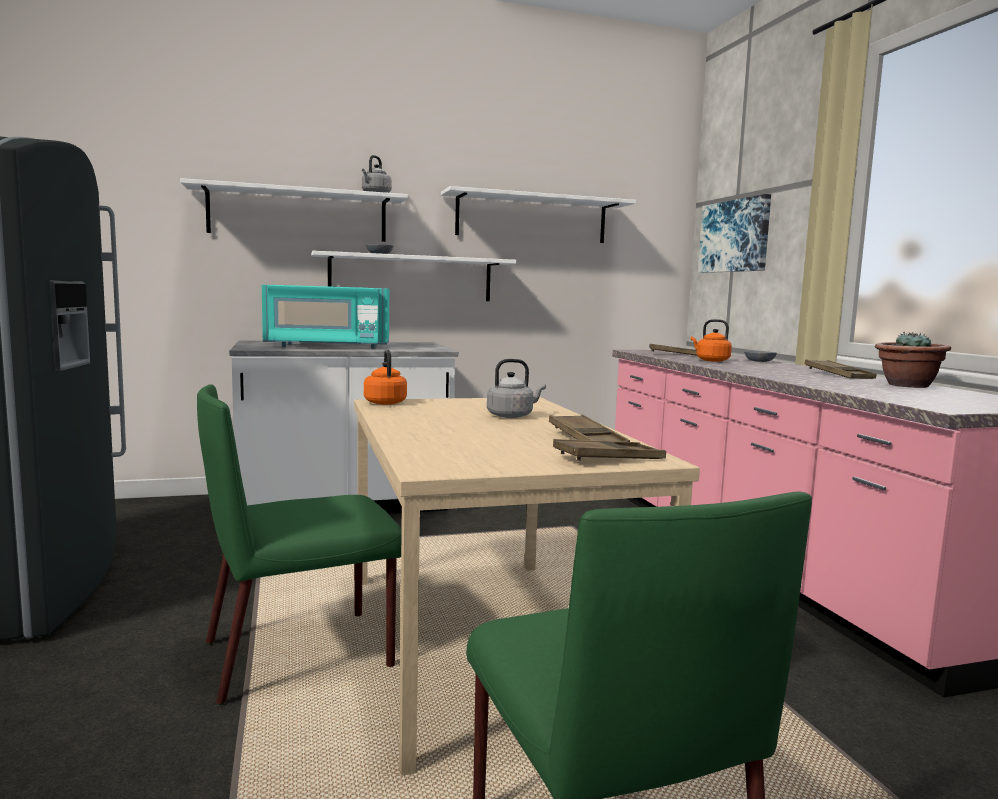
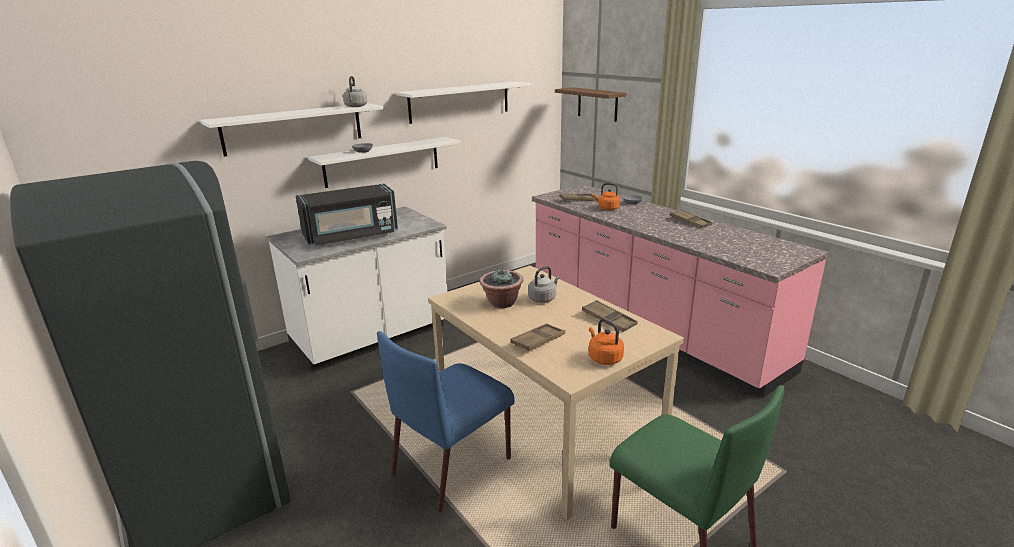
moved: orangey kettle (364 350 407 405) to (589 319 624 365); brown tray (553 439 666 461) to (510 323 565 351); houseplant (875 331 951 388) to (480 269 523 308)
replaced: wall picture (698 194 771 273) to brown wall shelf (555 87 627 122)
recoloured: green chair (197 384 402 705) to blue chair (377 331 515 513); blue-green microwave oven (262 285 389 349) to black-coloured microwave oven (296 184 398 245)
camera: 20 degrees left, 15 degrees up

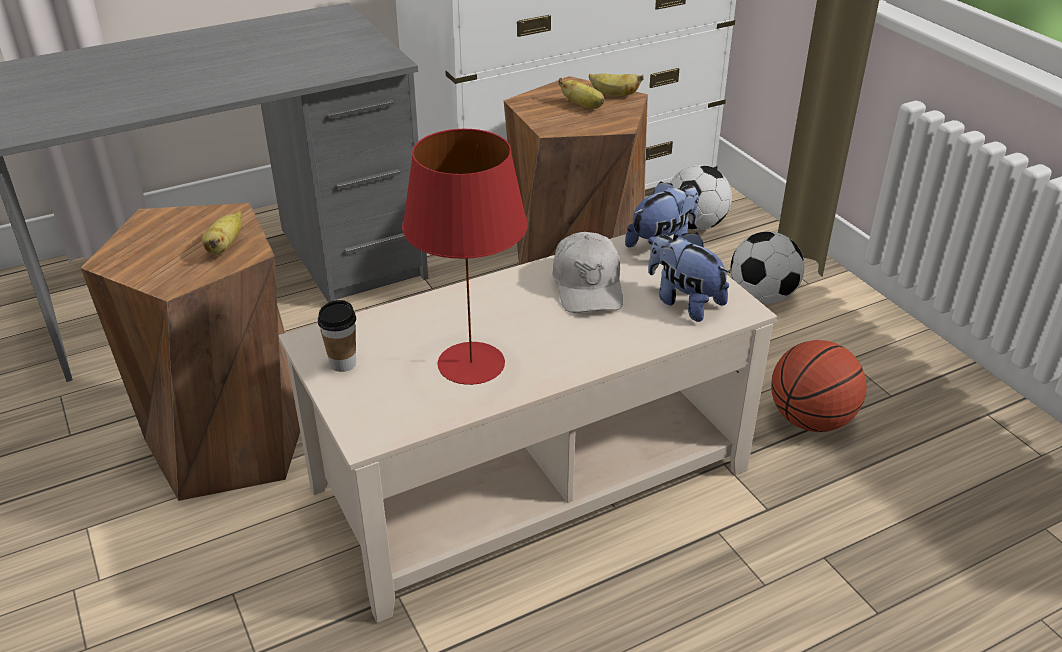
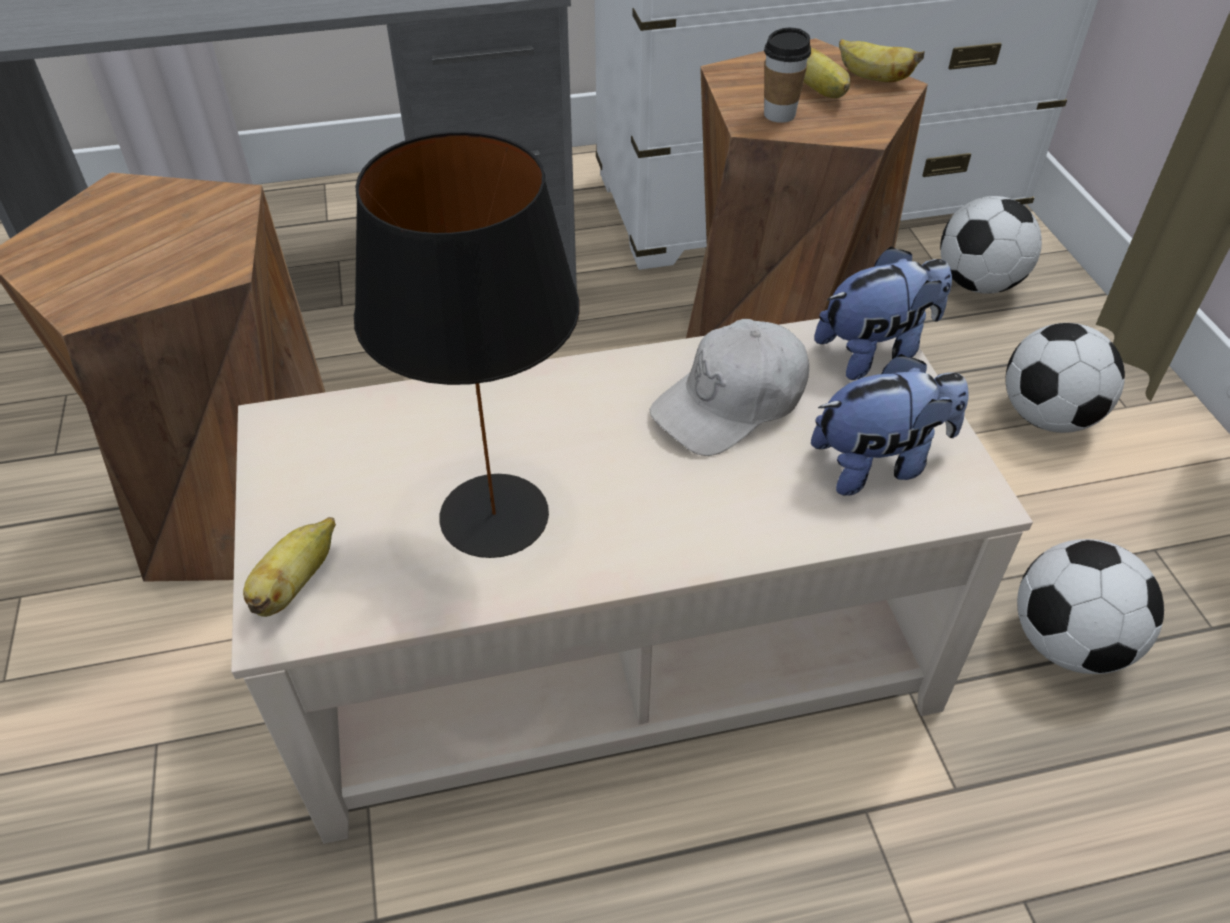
moved: banana fruit (202 211 242 255) to (243 517 336 617); cup (318 300 356 372) to (764 28 811 123)
replaced: basketball (771 340 867 432) to ball for football (1017 539 1164 674)
recoloured: red lamp for a table (402 129 528 385) to black-coloured lamp for a table (354 131 580 558)
turned: white-coloured cap (552 232 623 313) = (650 319 809 456) 45 degrees clockwise; soft toy (648 232 730 322) = (811 354 968 496) 105 degrees clockwise
camera: 15 degrees right, 10 degrees up

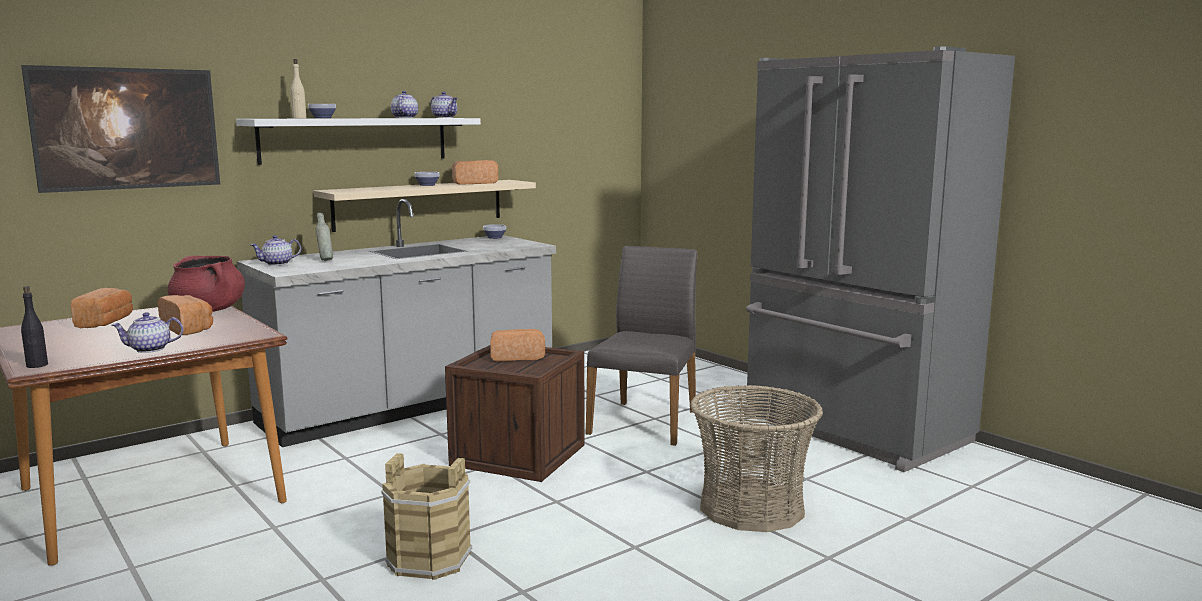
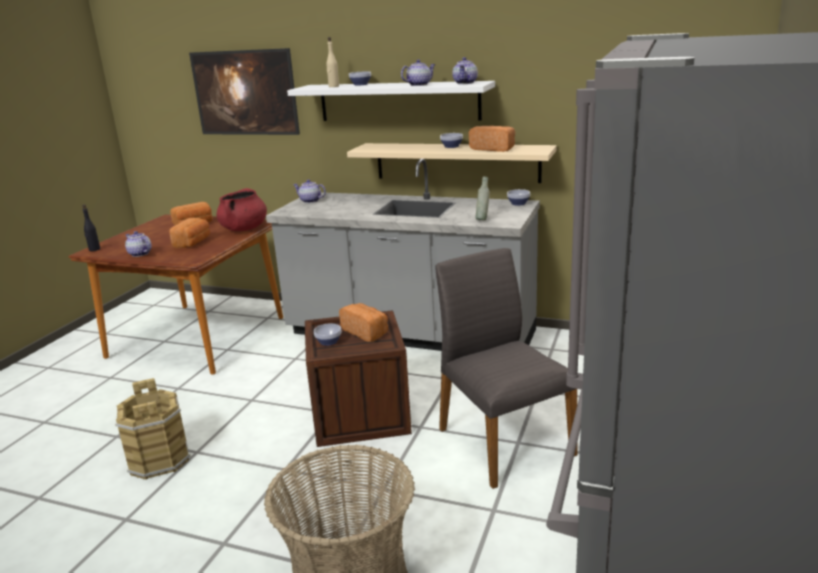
added: serving bowl (314 324 341 346)
moved: greyish drink bottle (316 213 333 261) to (476 176 490 221)
turned: greyish chair (586 246 697 446) = (436 248 577 489) 105 degrees counterclockwise
camera: 60 degrees right, 10 degrees up

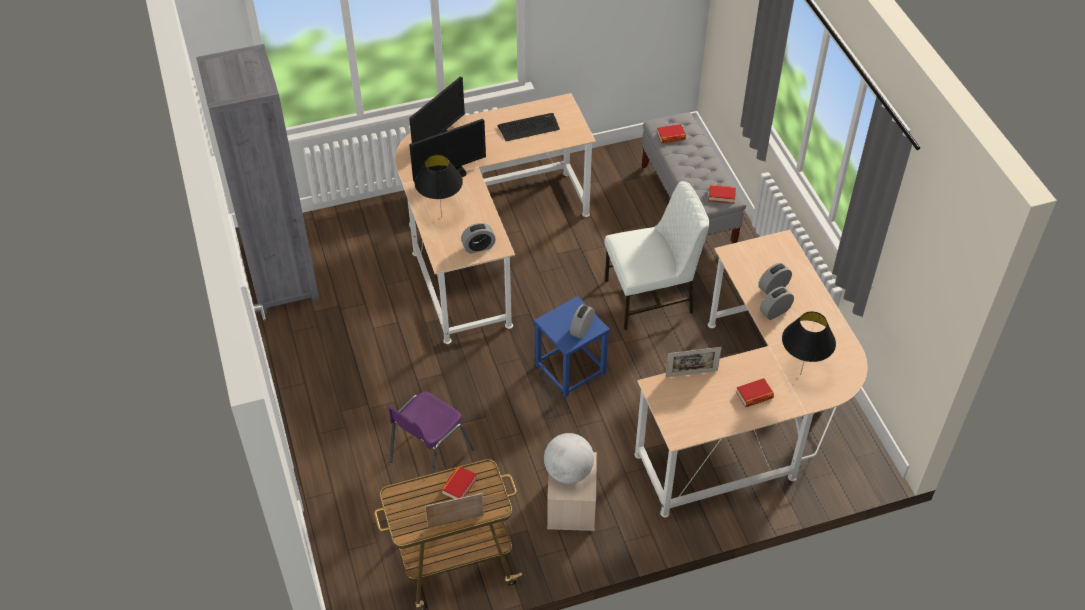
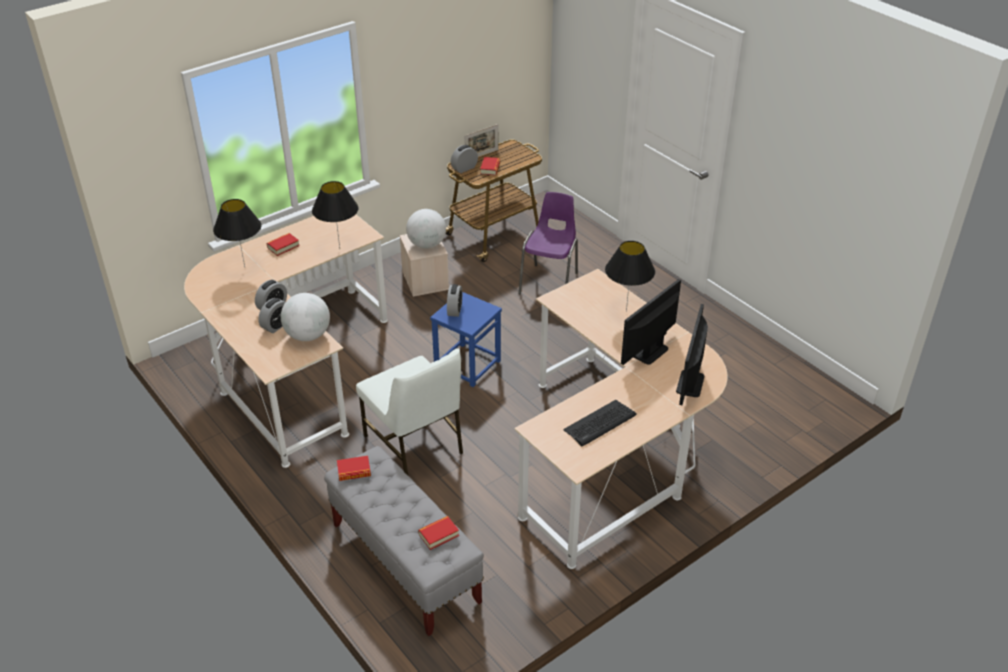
removed: greyish shelving unit (196 44 320 315)
added: world globe (281 293 330 341)
moved: bedside clock (461 223 496 254) to (451 145 478 173)
replaced: photo frame (666 347 722 378) to black-coloured lamp for a table (312 181 359 248)
turned: white-coloured chair (604 181 709 330) = (356 348 463 475) 90 degrees counterclockwise
camera: 160 degrees right, 10 degrees down

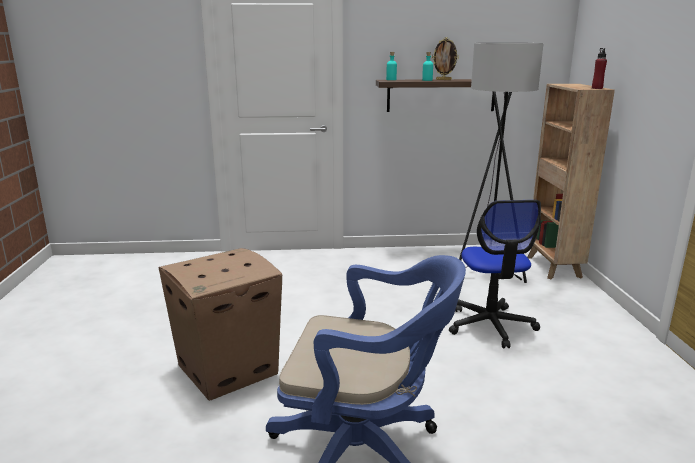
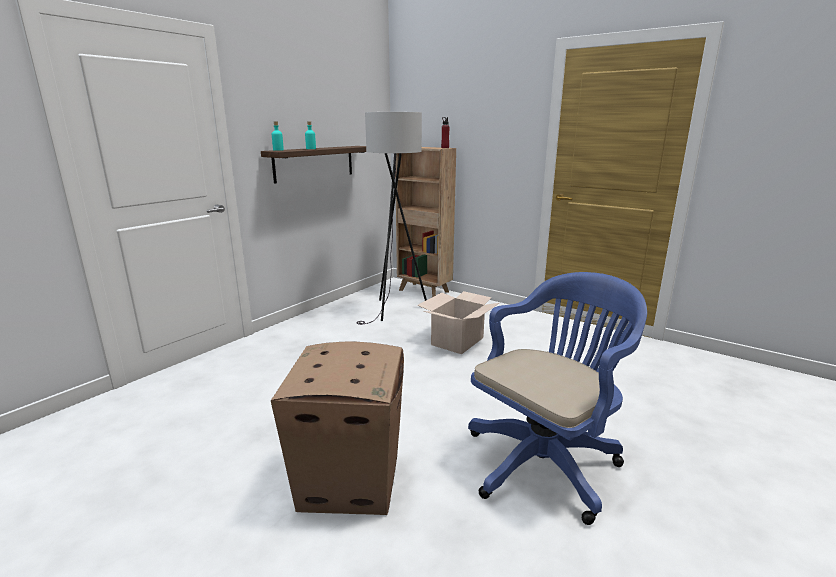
removed: photo frame (432 37 459 80)
replaced: office chair (449 200 541 348) to carton (417 291 499 354)
camera: 50 degrees left, 0 degrees up

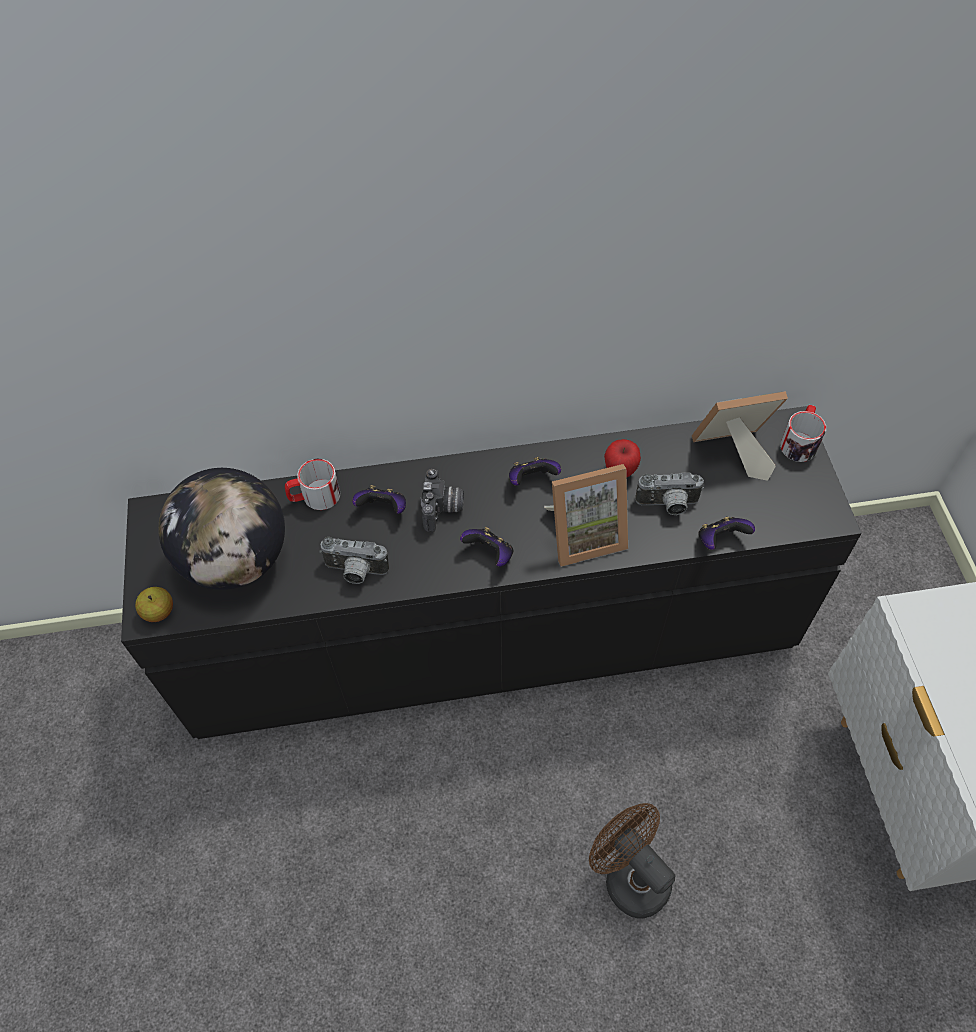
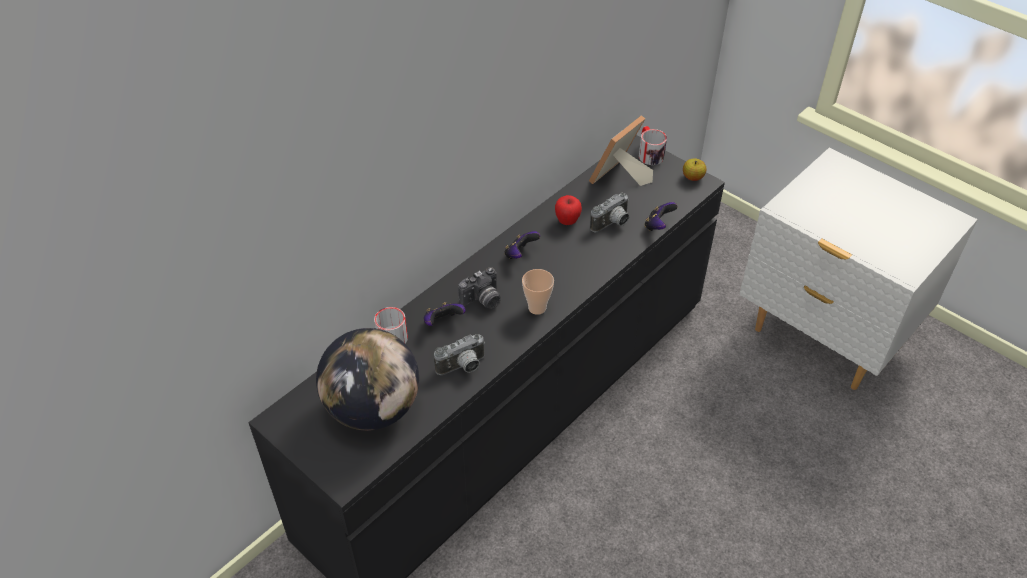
removed: photo frame (544 464 628 567); brown electric fan (589 803 675 919)
moved: apple fruit (135 587 173 622) to (683 158 706 181)
replaced: gamepad (460 527 513 567) to cup (522 269 554 315)
turned: still camera (420 469 464 532) = (458 267 501 309) 90 degrees clockwise
camera: 40 degrees left, 10 degrees down

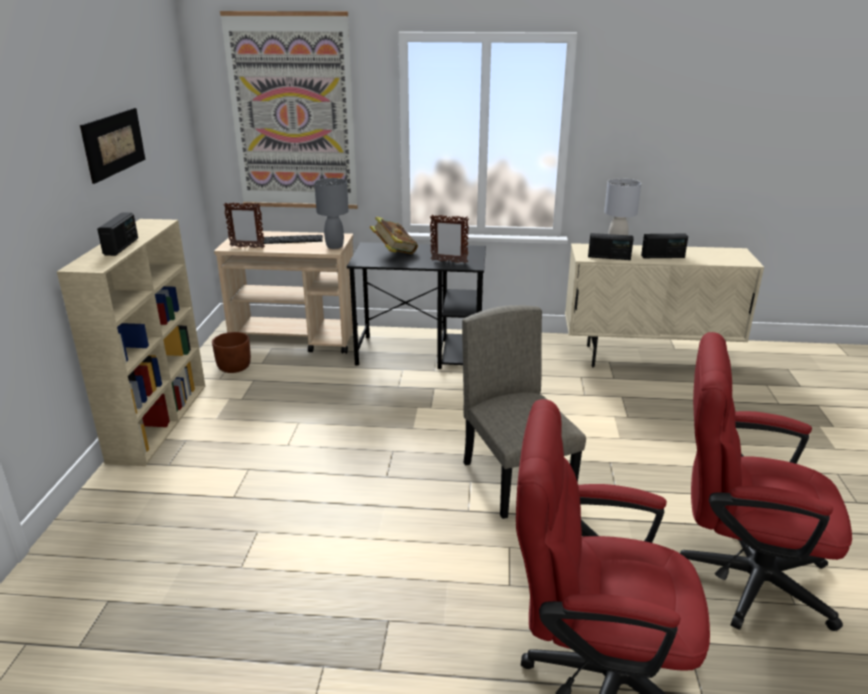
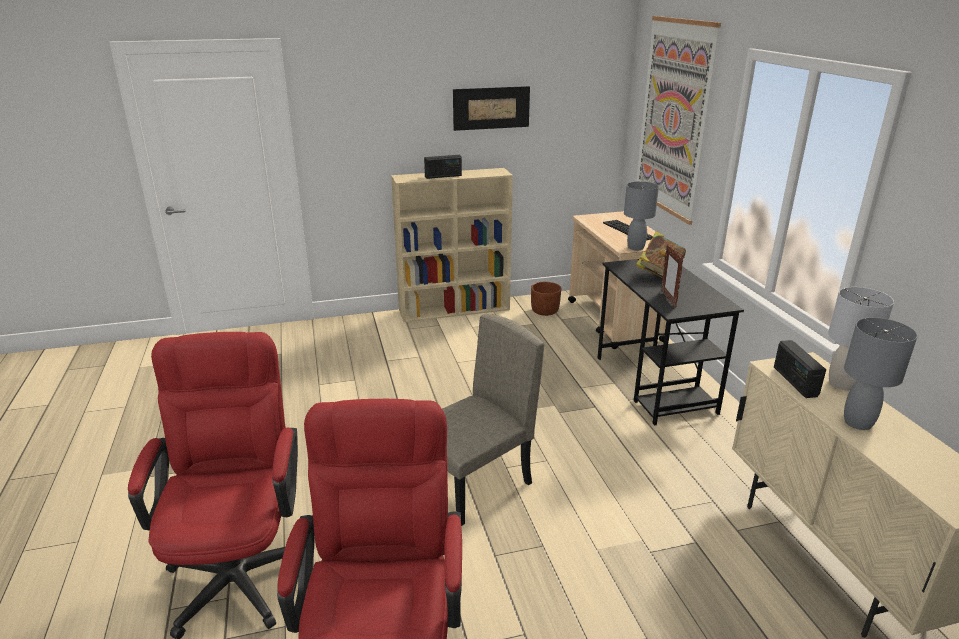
removed: photo frame (223 202 265 248)
replaced: radio receiver (641 234 688 258) to greyish lamp for a table (844 317 917 430)
camera: 70 degrees right, 0 degrees up

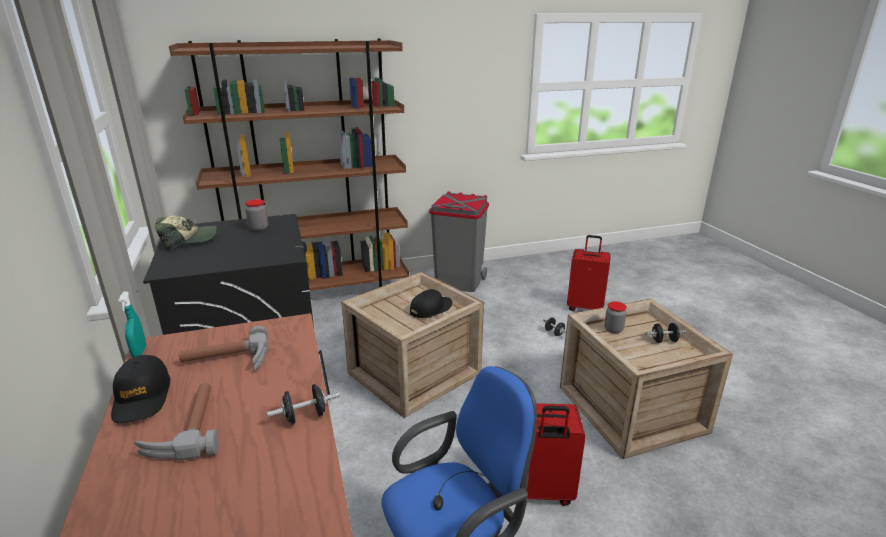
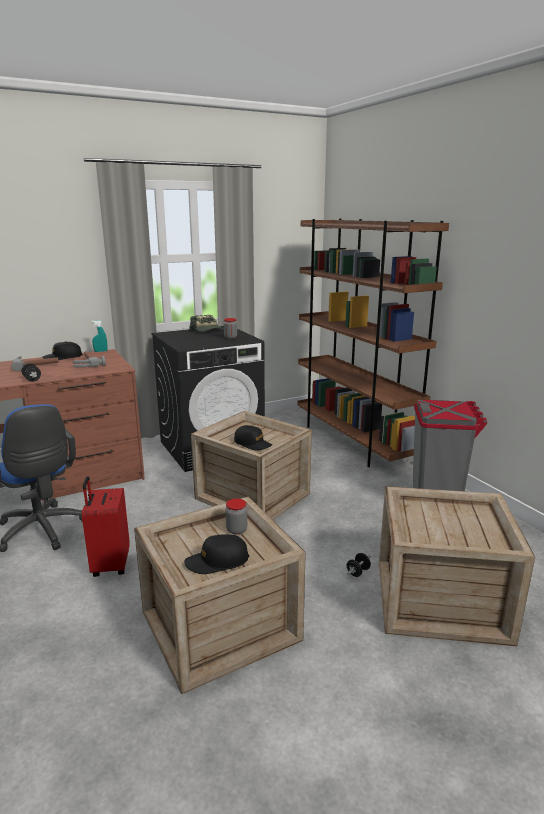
replaced: red piece of luggage (567 235 611 311) to crate (379 486 535 646); black-coloured dumbbell (645 323 686 343) to black-coloured cap (184 534 249 574)
camera: 80 degrees right, 5 degrees down

